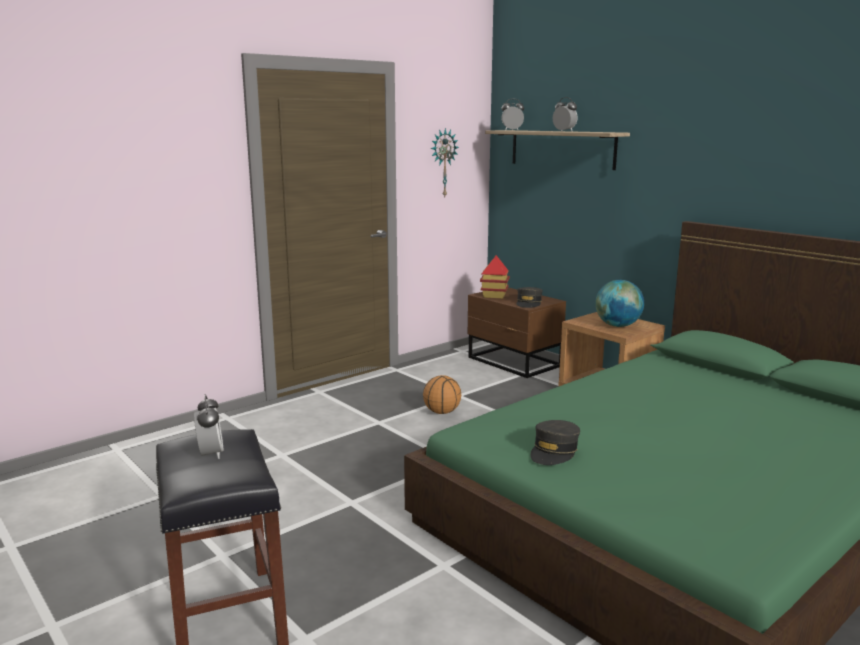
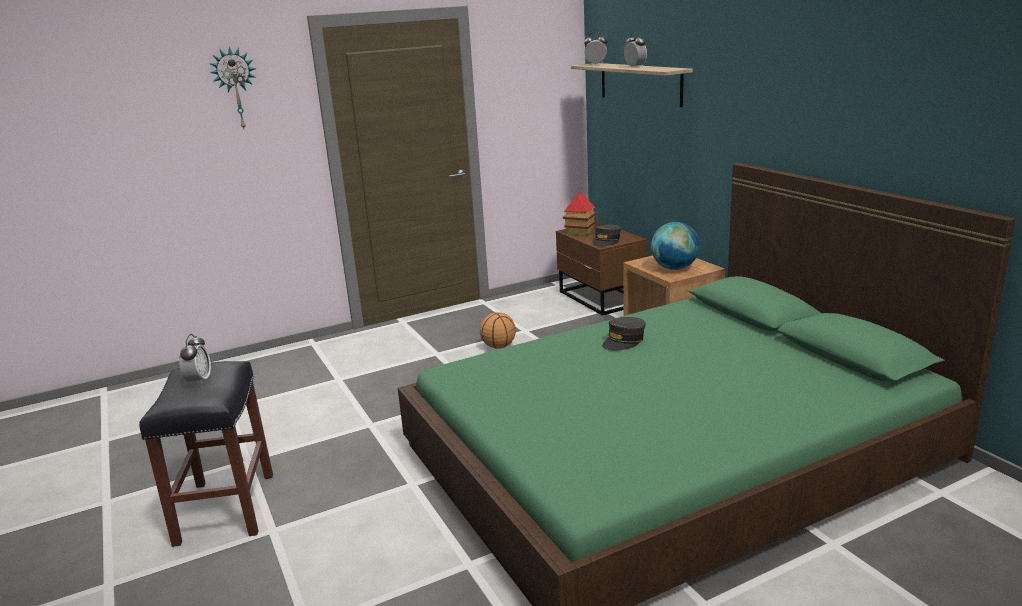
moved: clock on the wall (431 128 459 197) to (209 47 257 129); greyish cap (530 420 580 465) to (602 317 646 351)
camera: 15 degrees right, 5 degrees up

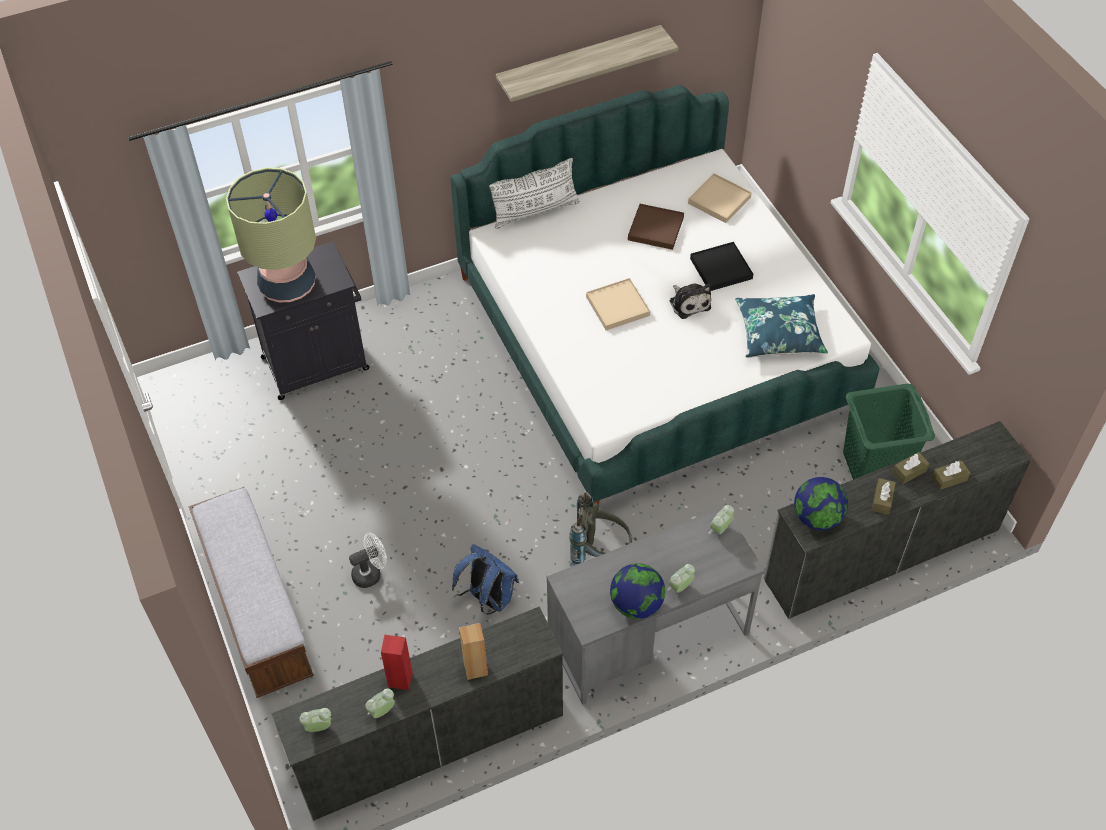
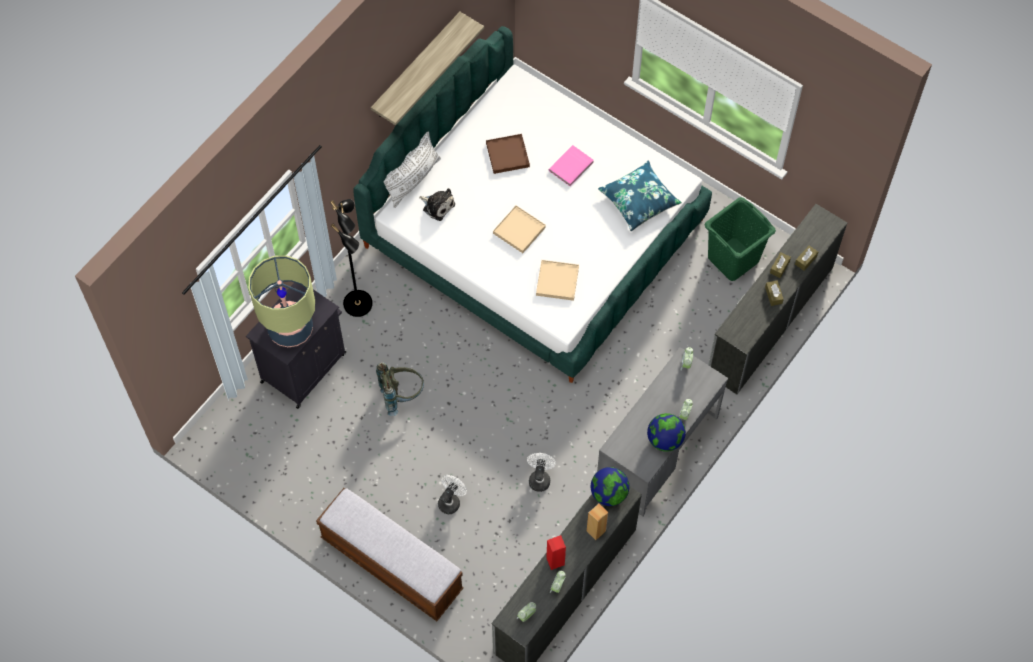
added: black-coloured standing lamp (330 199 373 317)
moved: greyish backpack (569 492 632 567) to (376 362 424 416); soft toy (670 284 711 319) to (419 188 455 221); sand-coloured tray (688 174 752 223) to (536 260 579 301); world globe (794 477 848 530) to (591 467 629 506)
replaced: blue backpack (452 544 519 615) to white-coloured electric fan (527 453 556 492); black-coloured tray (690 242 753 291) to pink book (549 145 594 186)
camera: 30 degrees left, 10 degrees up

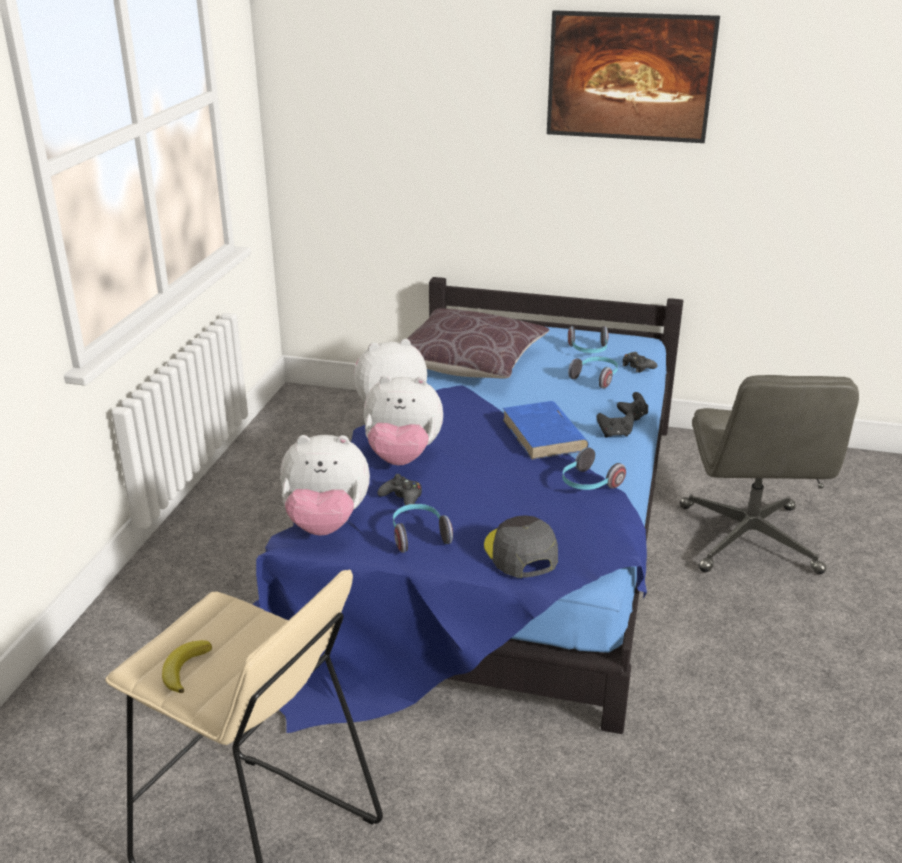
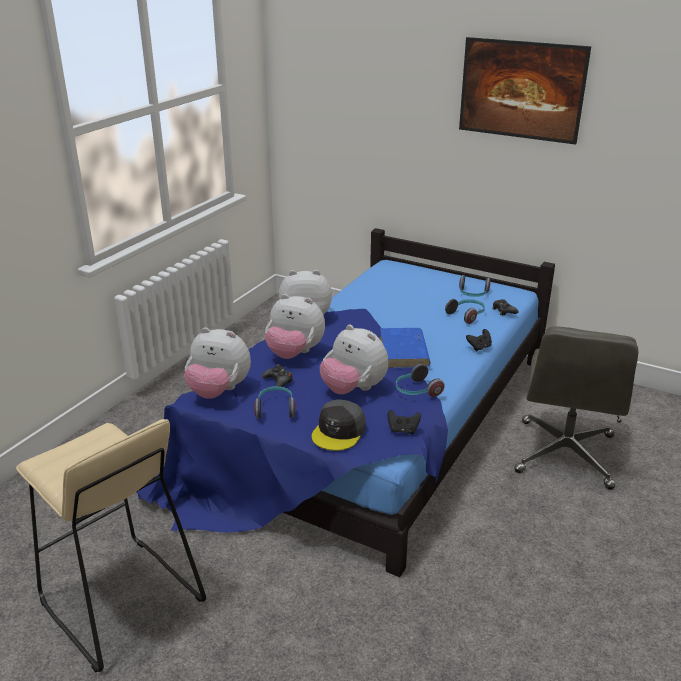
removed: banana fruit (162 640 212 693); brown pillow (407 308 549 378)
added: soft toy (320 325 388 394)
moved: black-coloured gamepad (596 412 634 438) to (388 410 421 434)
turned: greyish cap (484 515 558 578) = (312 399 366 451) 150 degrees counterclockwise
camera: 15 degrees right, 0 degrees up

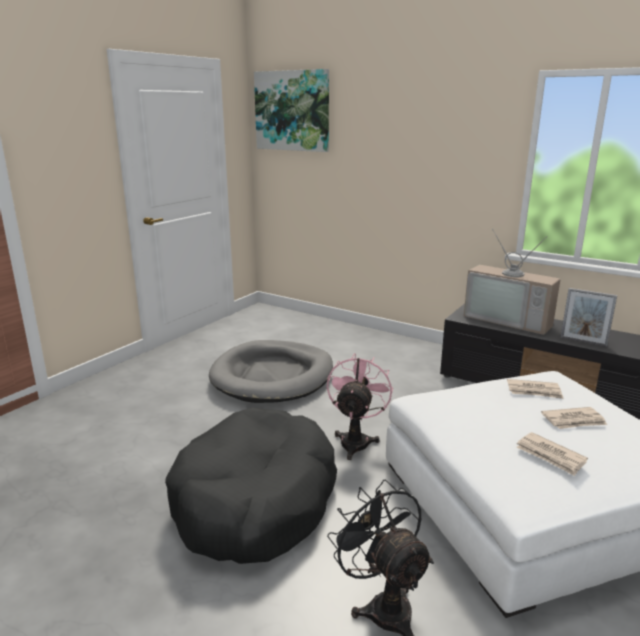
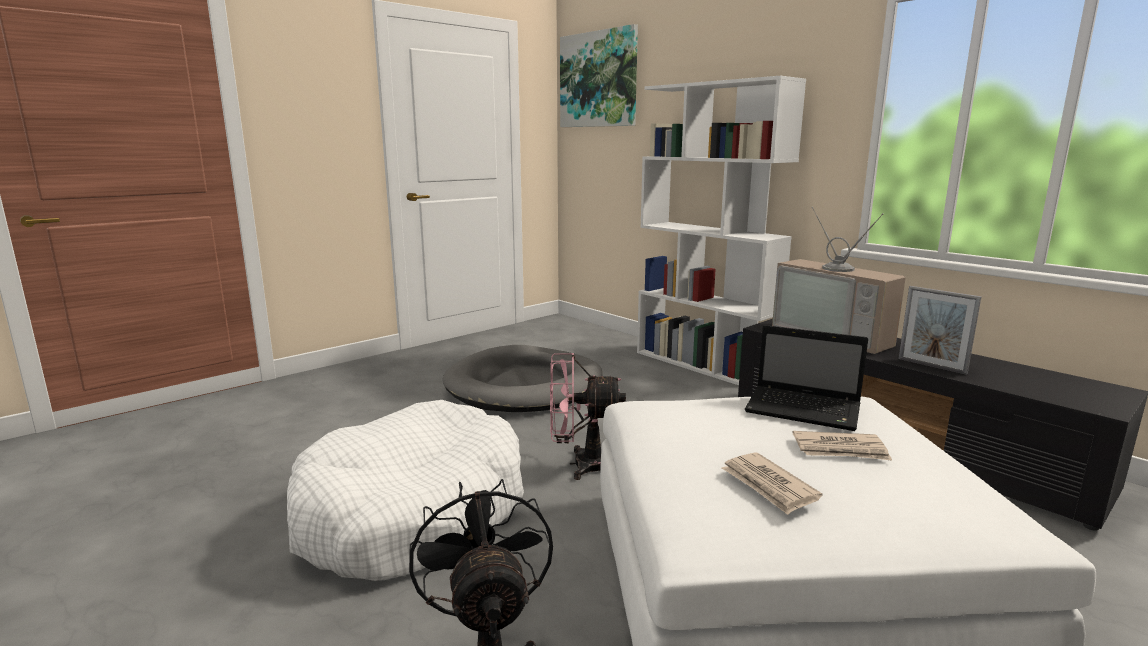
added: white-coloured shelving unit (637 76 806 385)
replaced: daily paper (507 379 564 399) to notebook computer (745 325 868 431)
recoloured: black-coloured pet bed (165 407 337 564) to white-coloured pet bed (287 400 524 581)
turned: pink electric fan (327 353 393 460) = (550 353 626 480) 120 degrees counterclockwise
camera: 15 degrees right, 5 degrees down

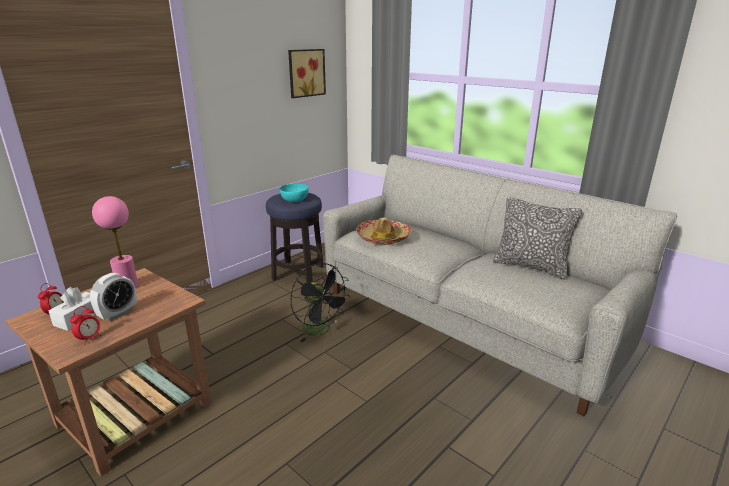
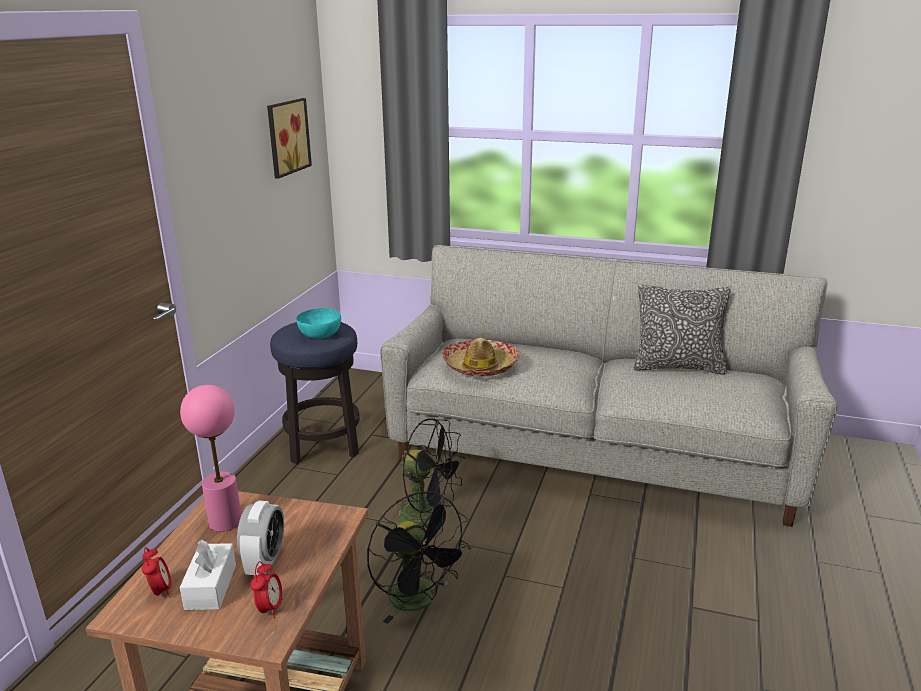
added: black-coloured electric fan (367 491 471 624)
camera: 25 degrees left, 0 degrees up

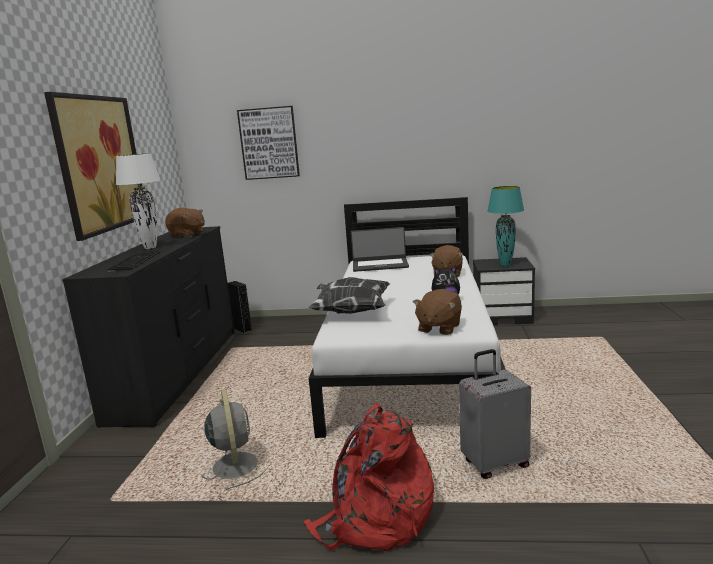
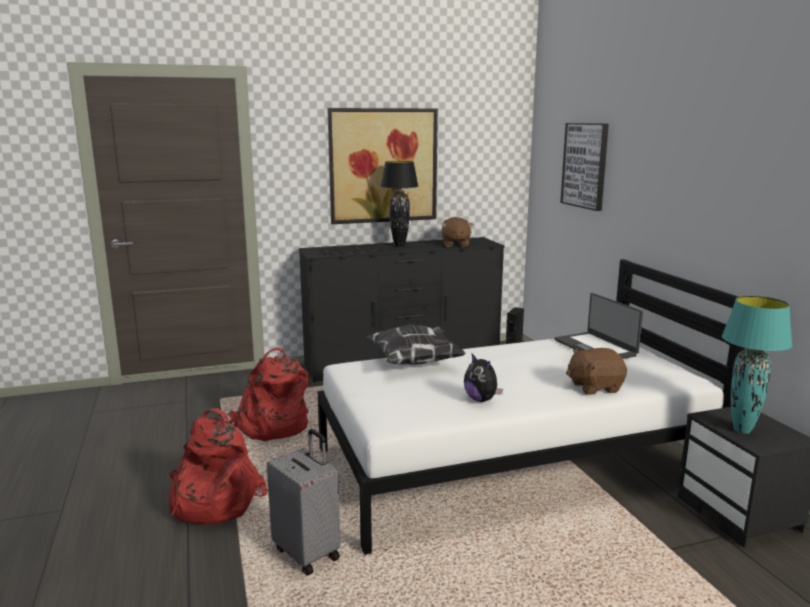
removed: brown soft toy (413 289 462 335)
replaced: greyish electric fan (200 389 268 490) to red backpack (228 347 309 441)
recoloured: white-coloured lamp for a table (116 153 161 249) to black-coloured lamp for a table (381 161 419 247)
camera: 65 degrees right, 0 degrees up

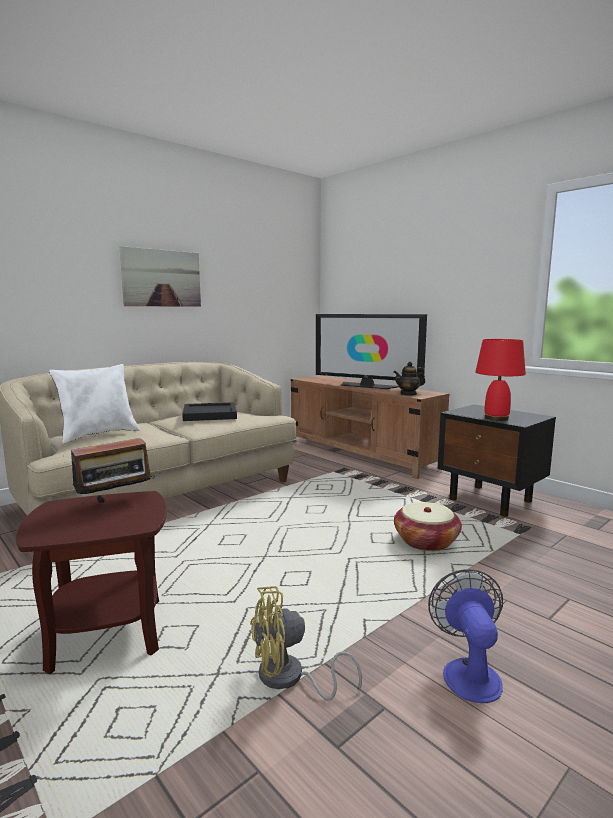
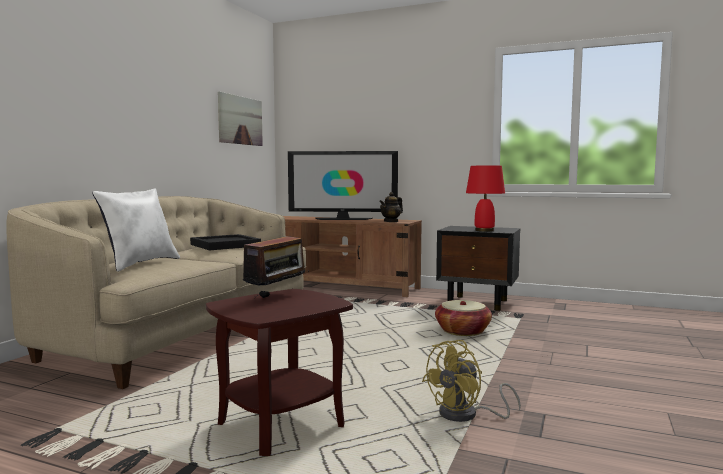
removed: electric fan (428 569 503 703)
moved: wall picture (119 246 201 307) to (218 92 263 146)
camera: 25 degrees left, 5 degrees down

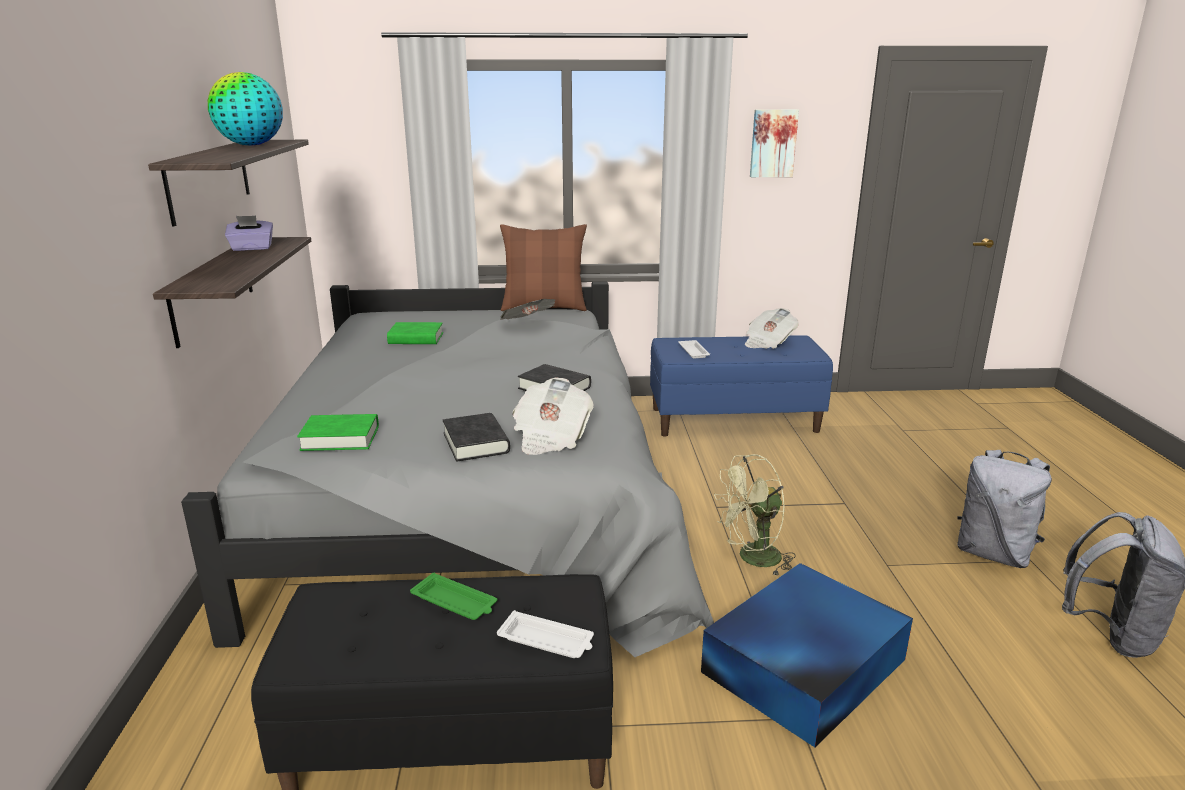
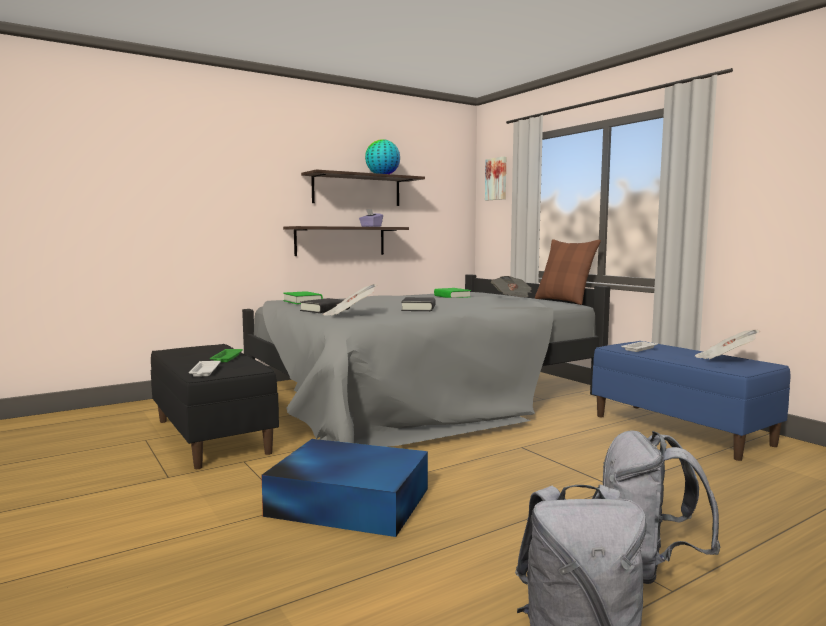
removed: green electric fan (714 454 796 575)
moved: wall picture (750 109 799 177) to (485 156 506 200)
camera: 60 degrees right, 15 degrees down

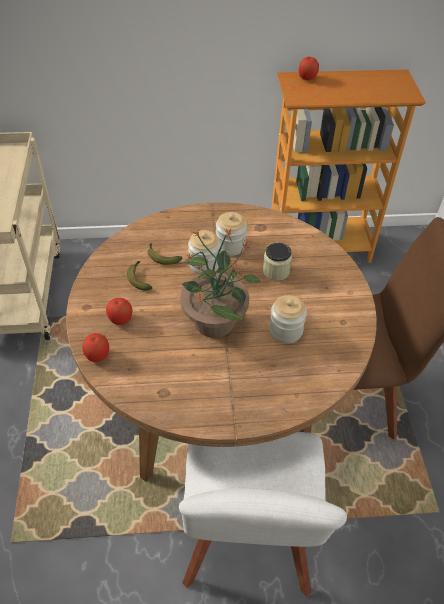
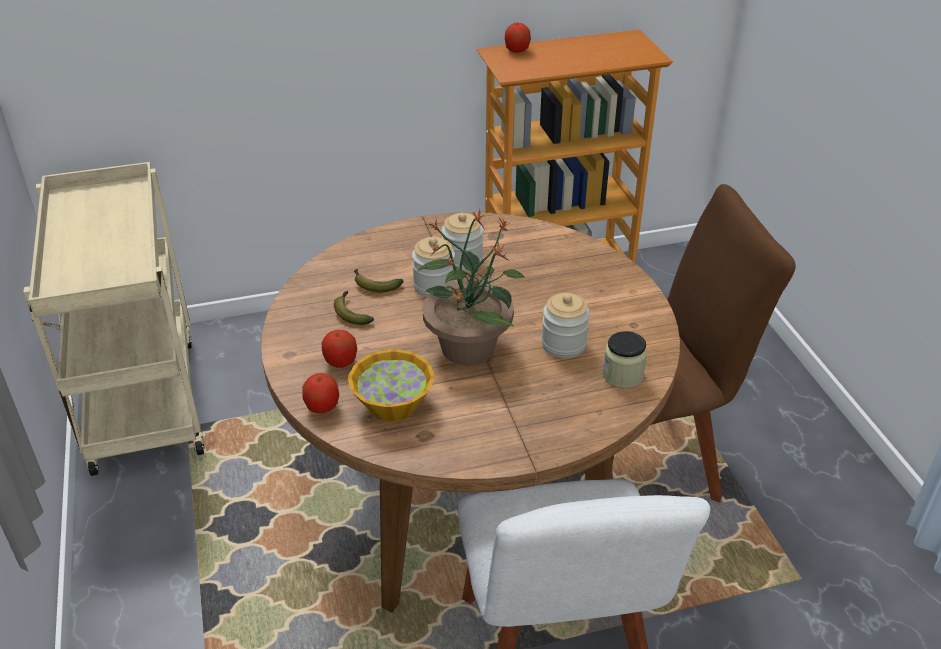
added: serving bowl (348 349 434 421)
moved: storage jar (263 243 292 281) to (603 331 647 388)
camera: 10 degrees left, 10 degrees down

